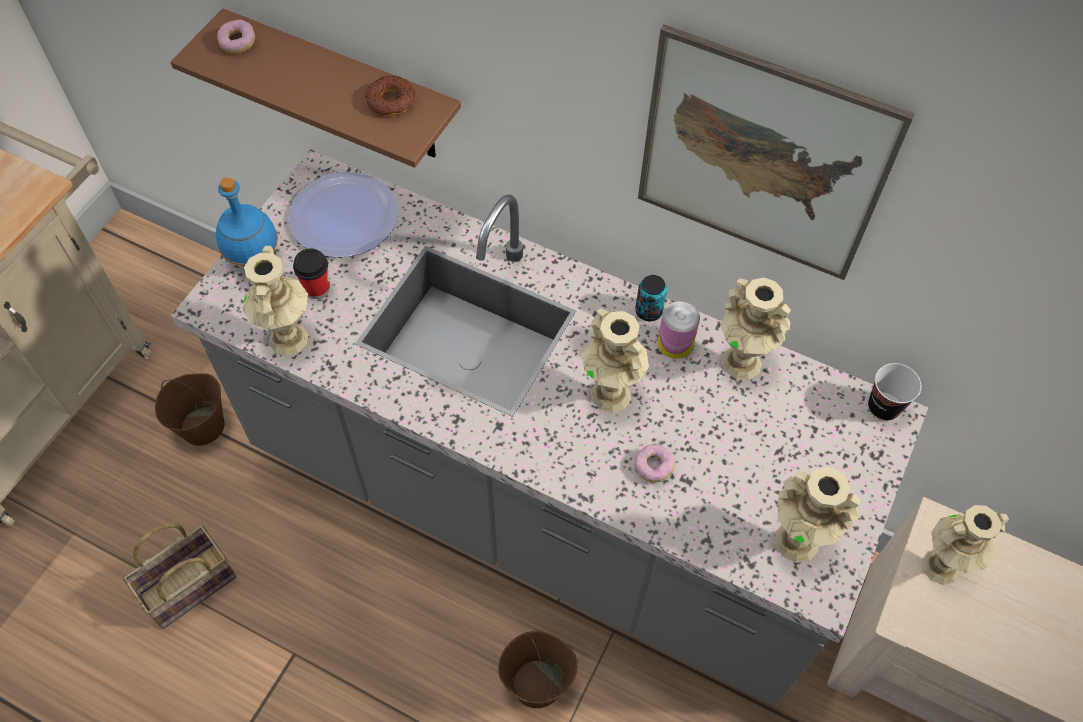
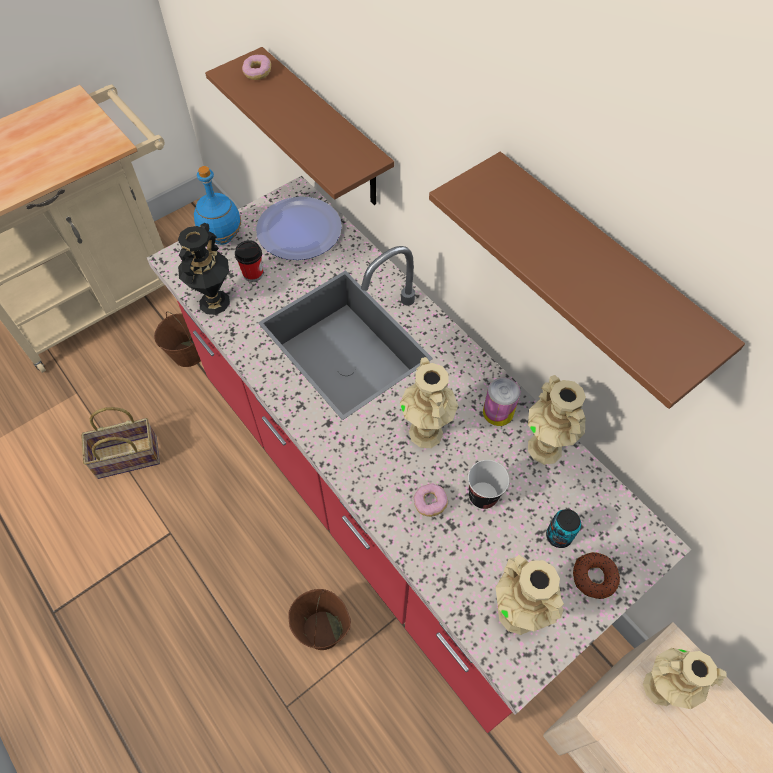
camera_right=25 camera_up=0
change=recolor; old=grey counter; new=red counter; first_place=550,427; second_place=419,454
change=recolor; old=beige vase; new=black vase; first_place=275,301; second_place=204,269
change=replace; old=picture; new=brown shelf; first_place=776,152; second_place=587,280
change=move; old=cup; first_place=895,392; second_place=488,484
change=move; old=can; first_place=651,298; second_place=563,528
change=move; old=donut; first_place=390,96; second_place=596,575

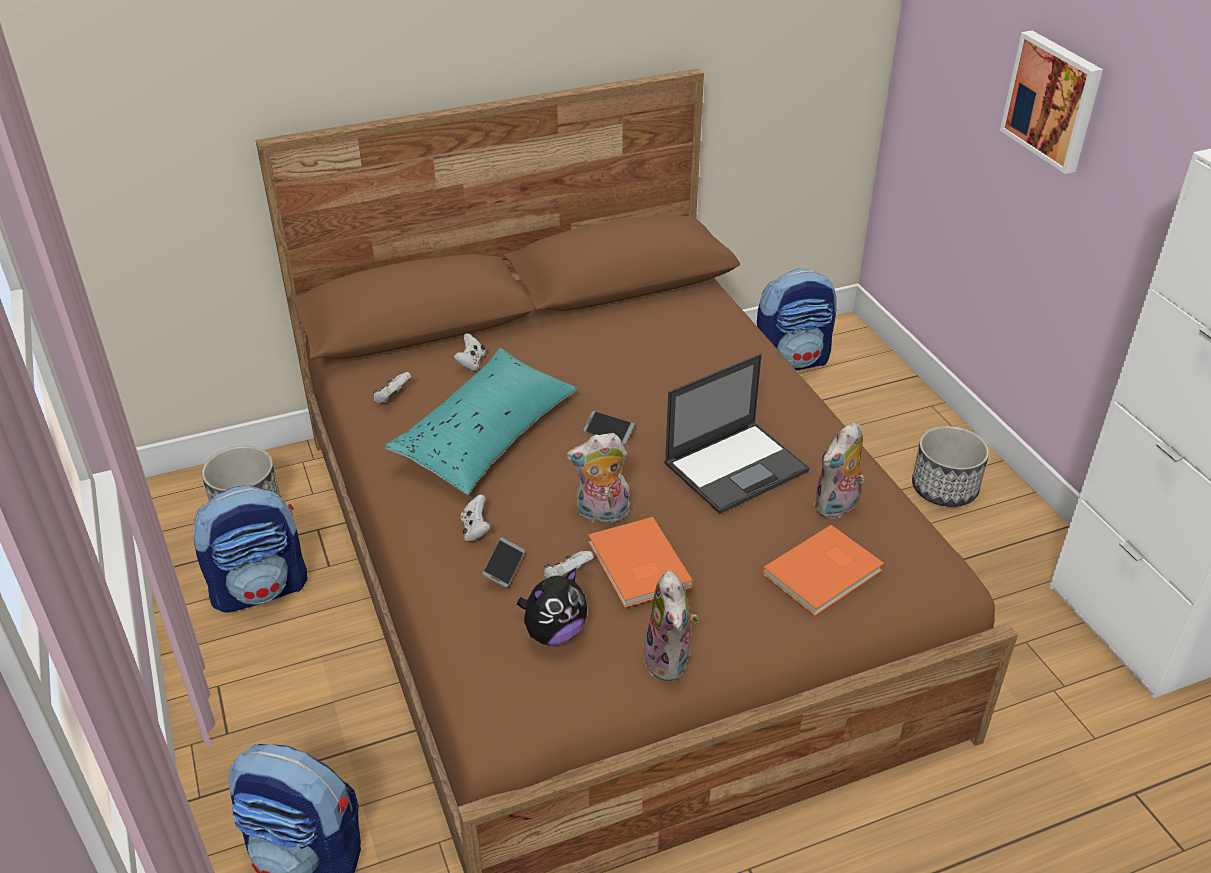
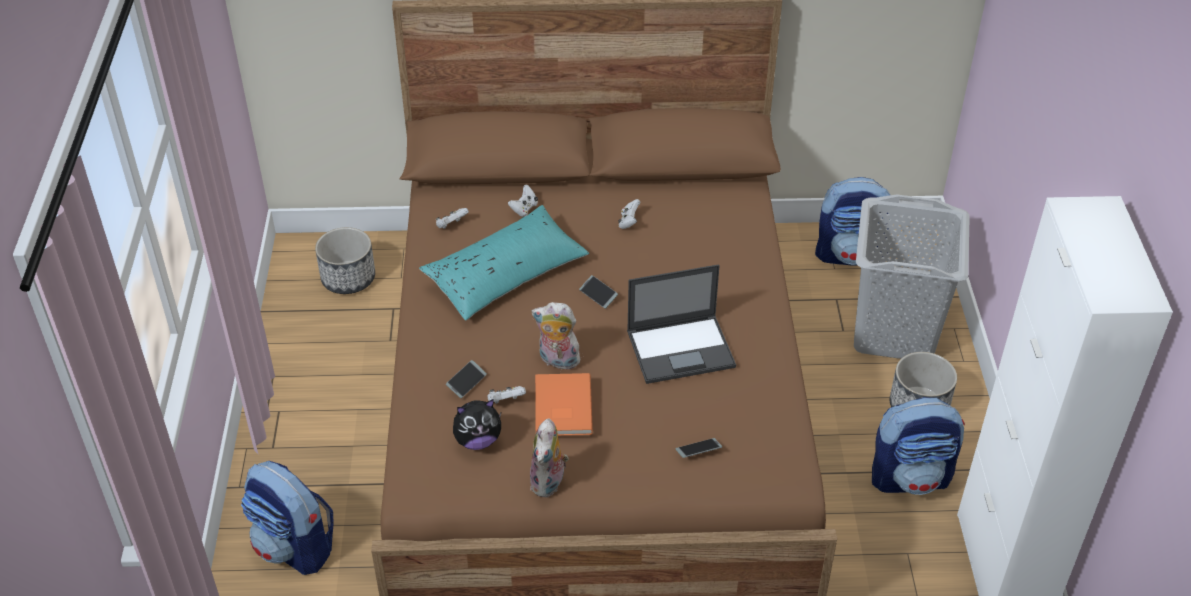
camera_right=20 camera_up=5
change=move; old=white game controller; first_place=476,518; second_place=629,214
change=replace; old=orange book; new=phone; first_place=823,570; second_place=699,448
change=insert; new=grey laundry basket; second_place=912,276
change=move; old=backpack; first_place=250,549; second_place=918,446
change=delete; old=plush toy; first_place=841,470
change=delete; old=picture; first_place=1051,102

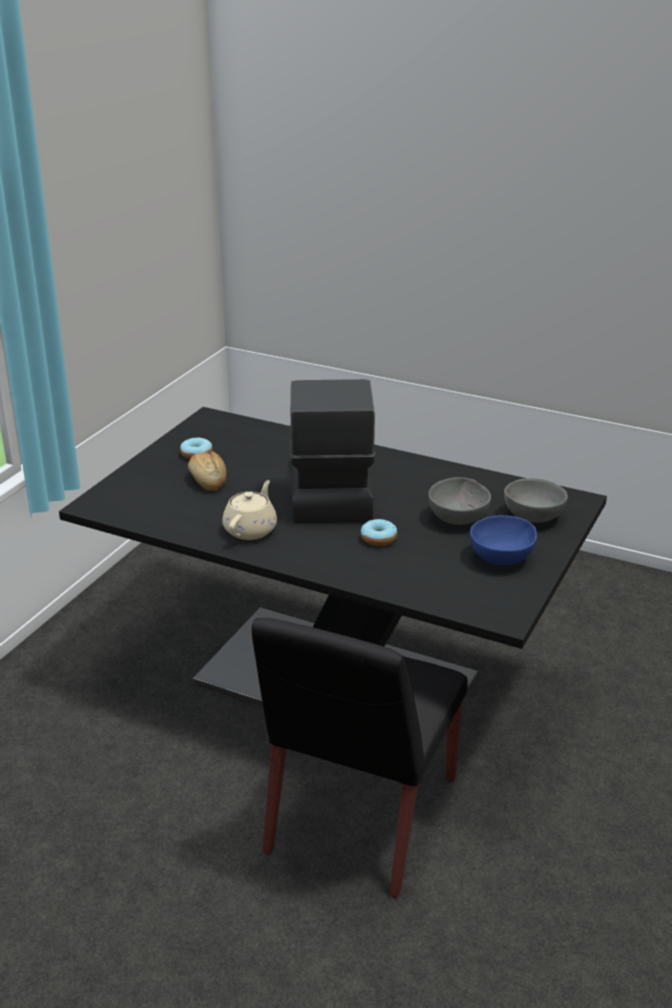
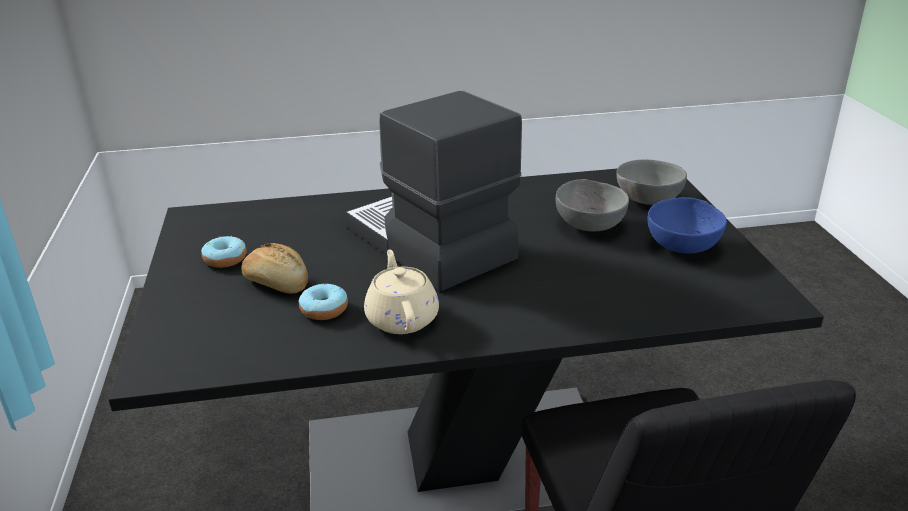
camera_right=-35 camera_up=0
change=move; old=donut; first_place=379,532; second_place=323,302

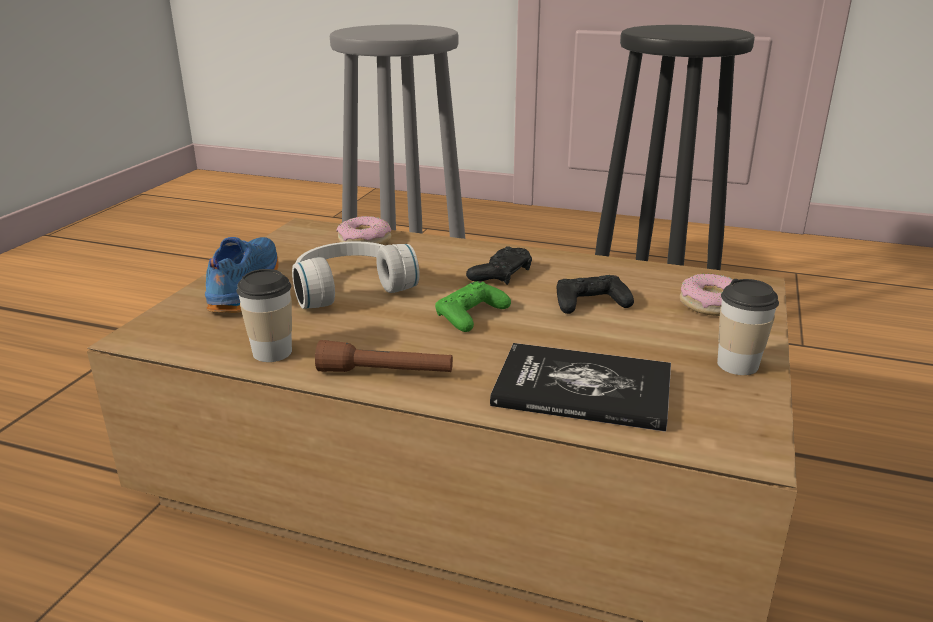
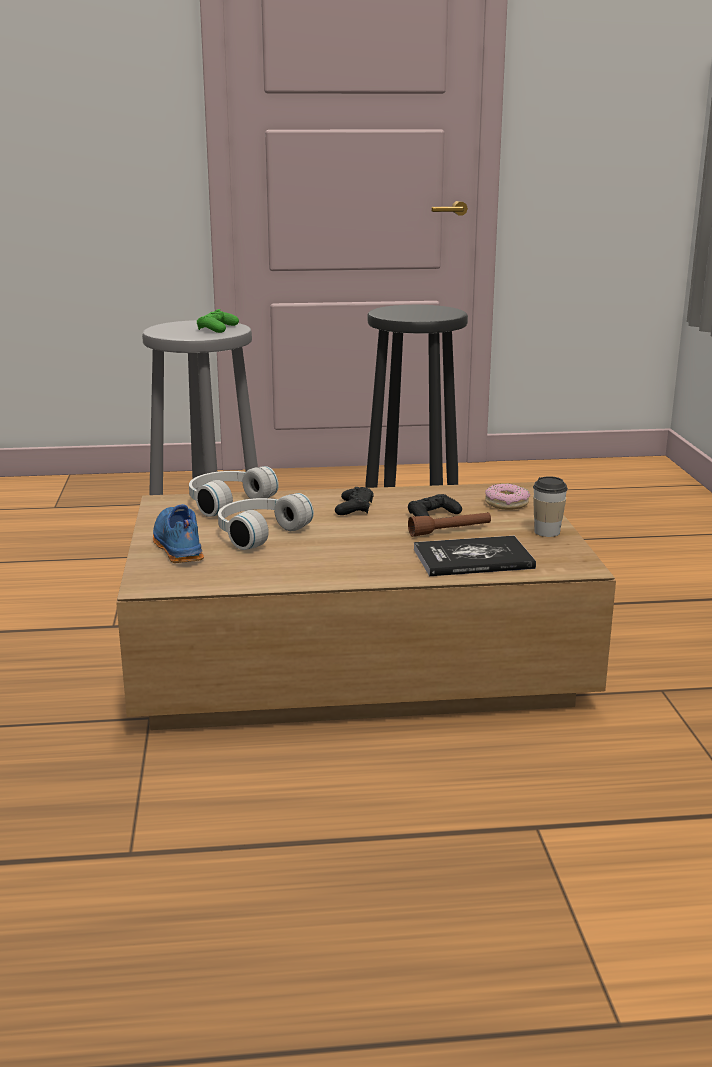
camera_right=-25 camera_up=-5
change=replace; old=donut; new=white headphones; first_place=363,230; second_place=234,491
change=move; old=green game controller; first_place=473,306; second_place=218,321
change=move; old=brown flashlight; first_place=384,356; second_place=449,524
change=delete; old=cup; first_place=264,315

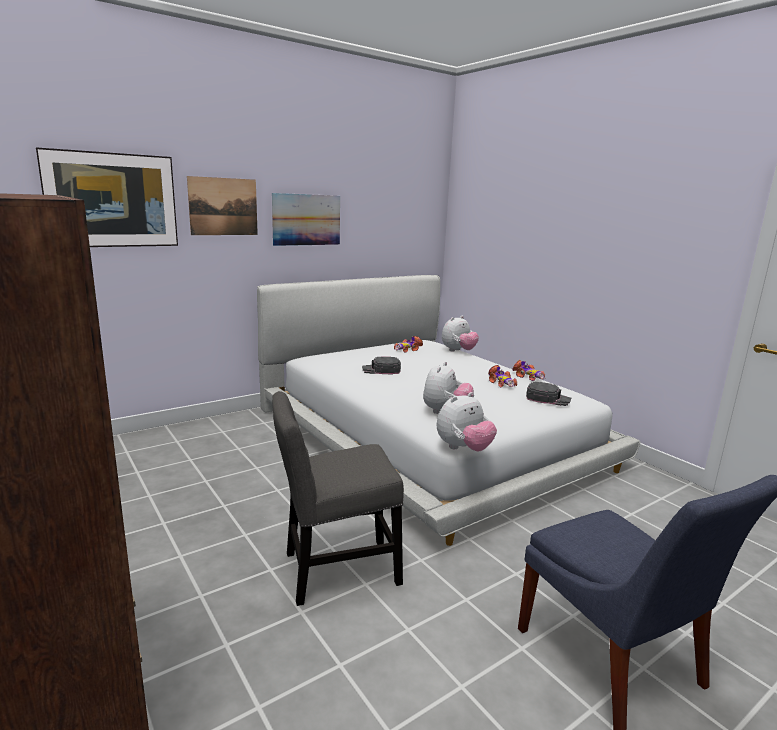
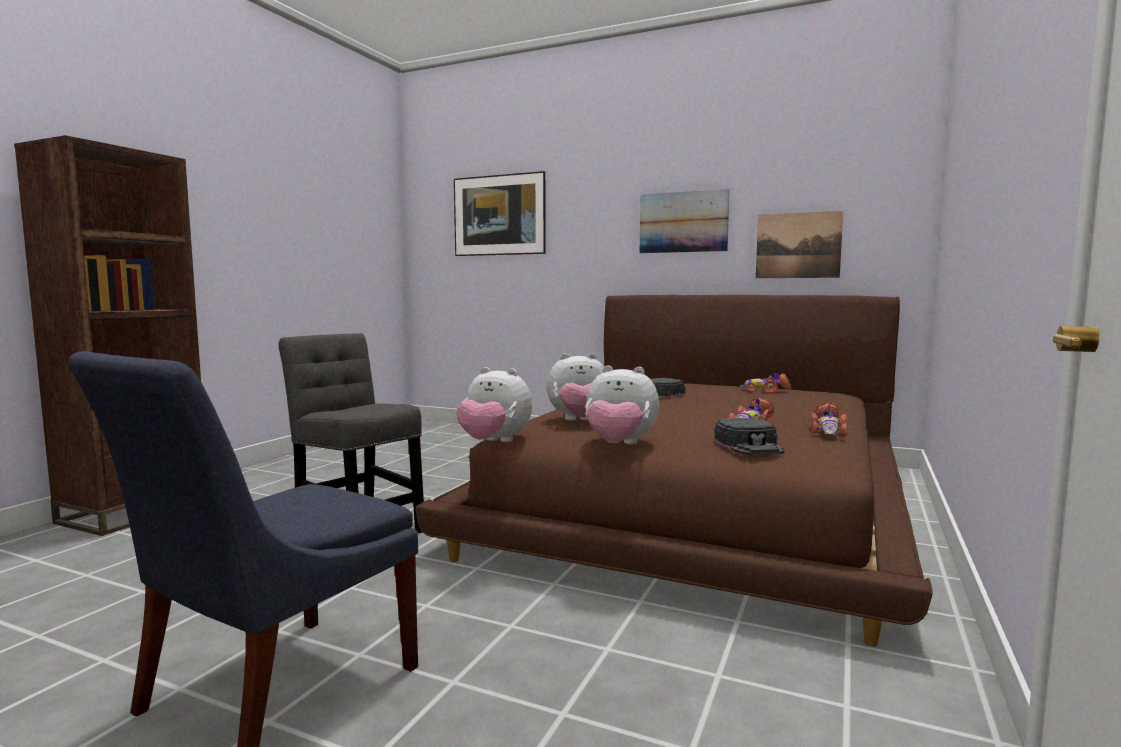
camera_right=60 camera_up=-10
change=recolor; old=white bed; new=brown bed; first_place=448,410; second_place=674,471
change=move; old=plush toy; first_place=460,333; second_place=622,404
change=move; old=picture; first_place=222,205; second_place=799,244

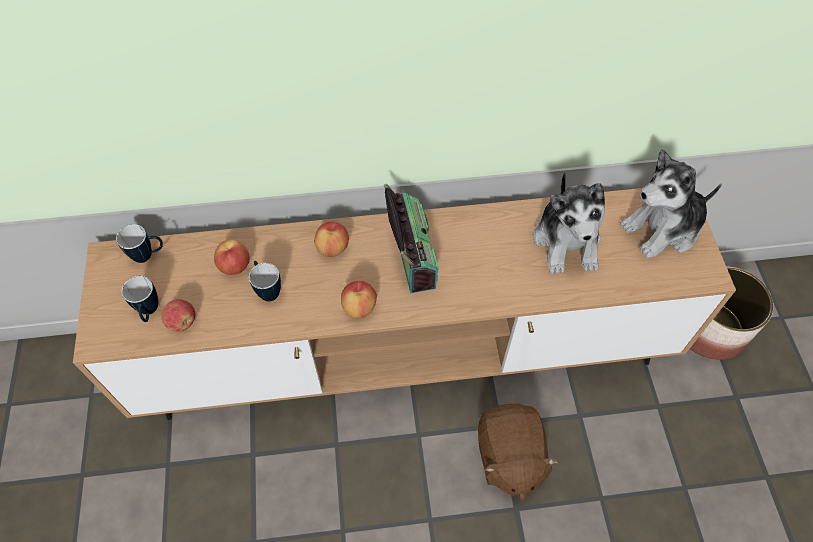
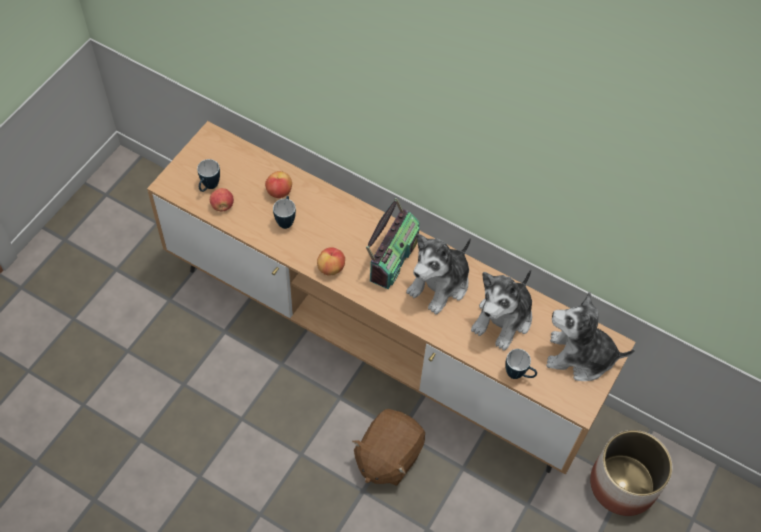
camera_right=35 camera_up=0
change=insert; new=plush toy; second_place=438,274
change=move; old=mug; first_place=139,243; second_place=521,364
change=delete; old=apple; first_place=331,239

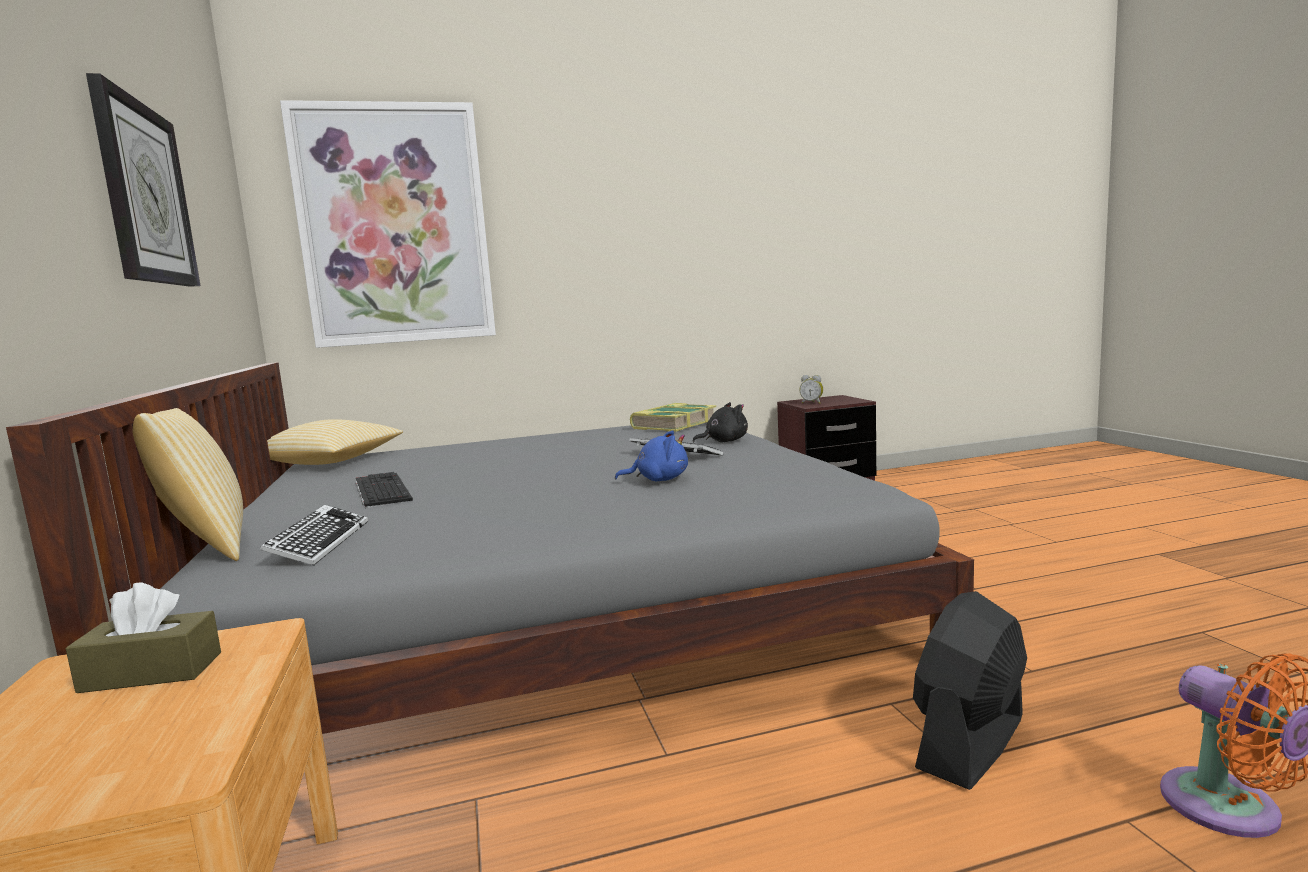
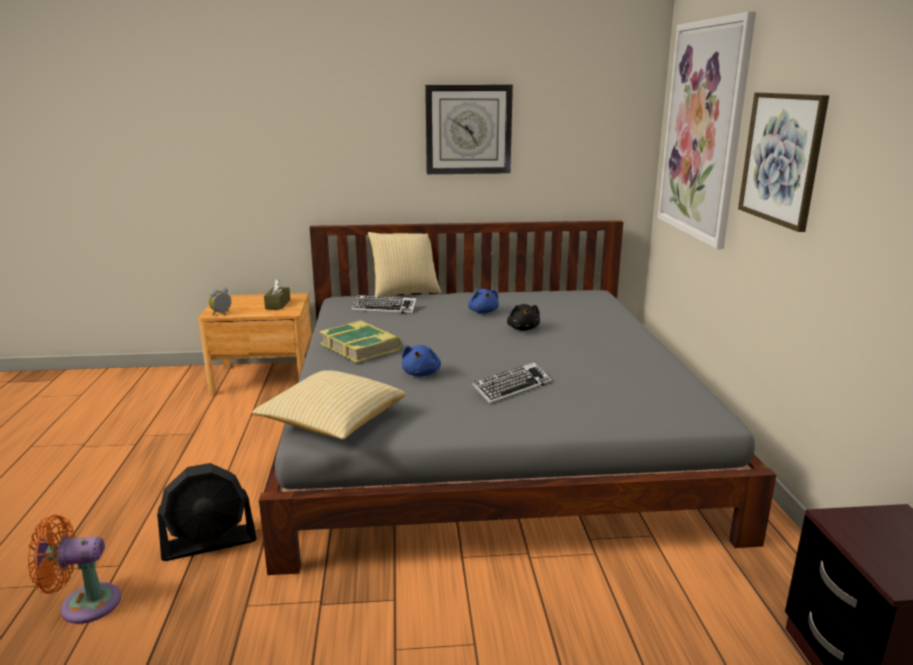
camera_right=100 camera_up=10
change=rotate; old=black fan; first_place=970,690; second_place=207,512; degrees=105
change=move; old=alarm clock; first_place=811,389; second_place=220,301
change=move; old=pillow; first_place=335,442; second_place=329,404
change=move; old=book; first_place=673,417; second_place=360,341
change=replace; old=keyboard; new=blue plush toy; first_place=384,490; second_place=483,301
change=move; old=black plush toy; first_place=720,422; second_place=523,317
change=insert; new=picture; second_place=783,162

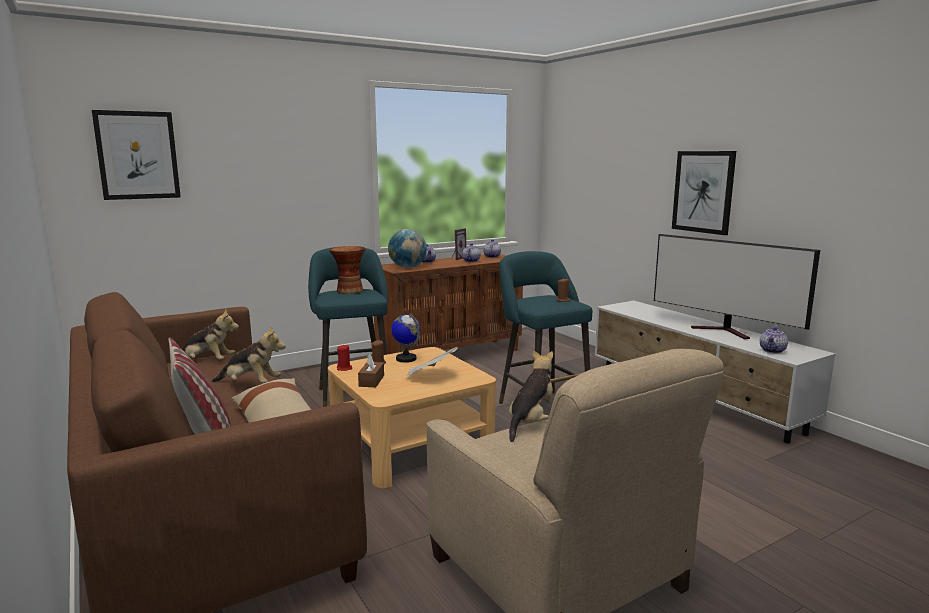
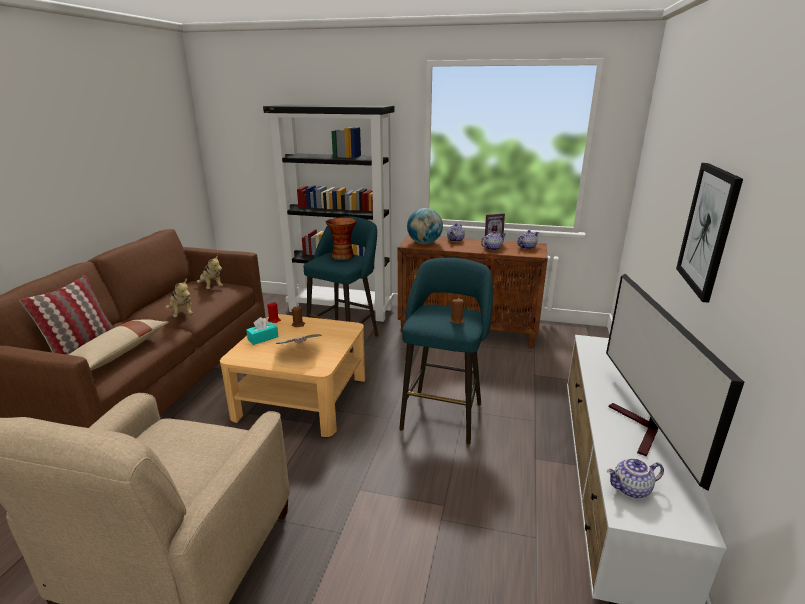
camera_right=45 camera_up=10
change=recolor; old=brown tissue box; new=turquoise tissue box; first_place=371,370; second_place=262,331
change=insert; new=black bookcase; second_place=329,213
change=delete; old=picture; first_place=136,155
change=delete; old=globe; first_place=405,338
change=delete; old=plush toy; first_place=531,396

